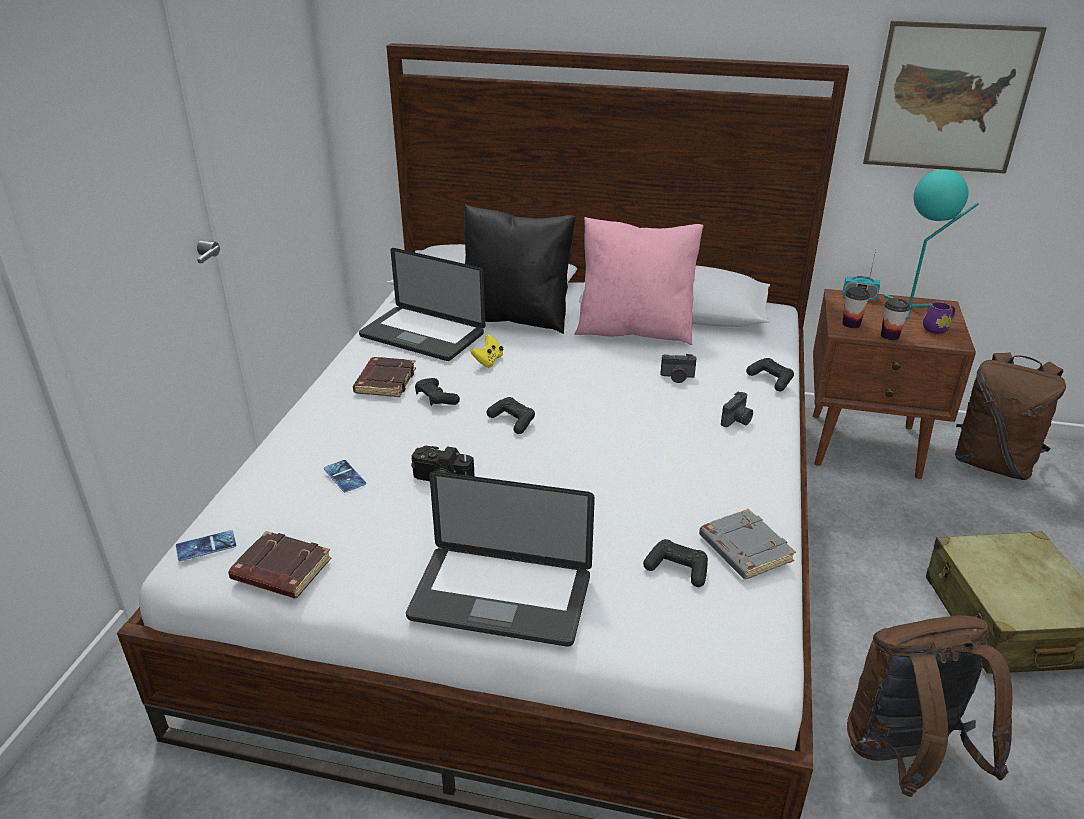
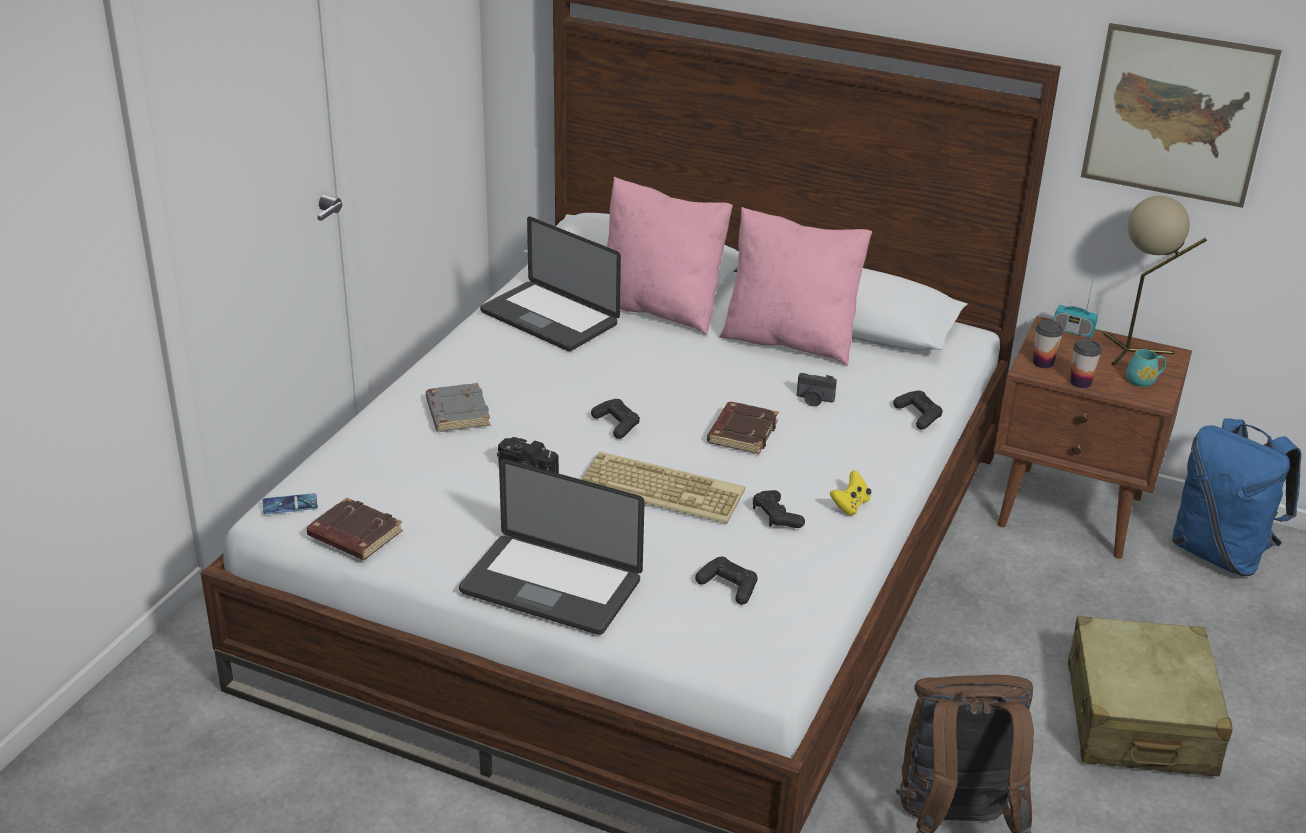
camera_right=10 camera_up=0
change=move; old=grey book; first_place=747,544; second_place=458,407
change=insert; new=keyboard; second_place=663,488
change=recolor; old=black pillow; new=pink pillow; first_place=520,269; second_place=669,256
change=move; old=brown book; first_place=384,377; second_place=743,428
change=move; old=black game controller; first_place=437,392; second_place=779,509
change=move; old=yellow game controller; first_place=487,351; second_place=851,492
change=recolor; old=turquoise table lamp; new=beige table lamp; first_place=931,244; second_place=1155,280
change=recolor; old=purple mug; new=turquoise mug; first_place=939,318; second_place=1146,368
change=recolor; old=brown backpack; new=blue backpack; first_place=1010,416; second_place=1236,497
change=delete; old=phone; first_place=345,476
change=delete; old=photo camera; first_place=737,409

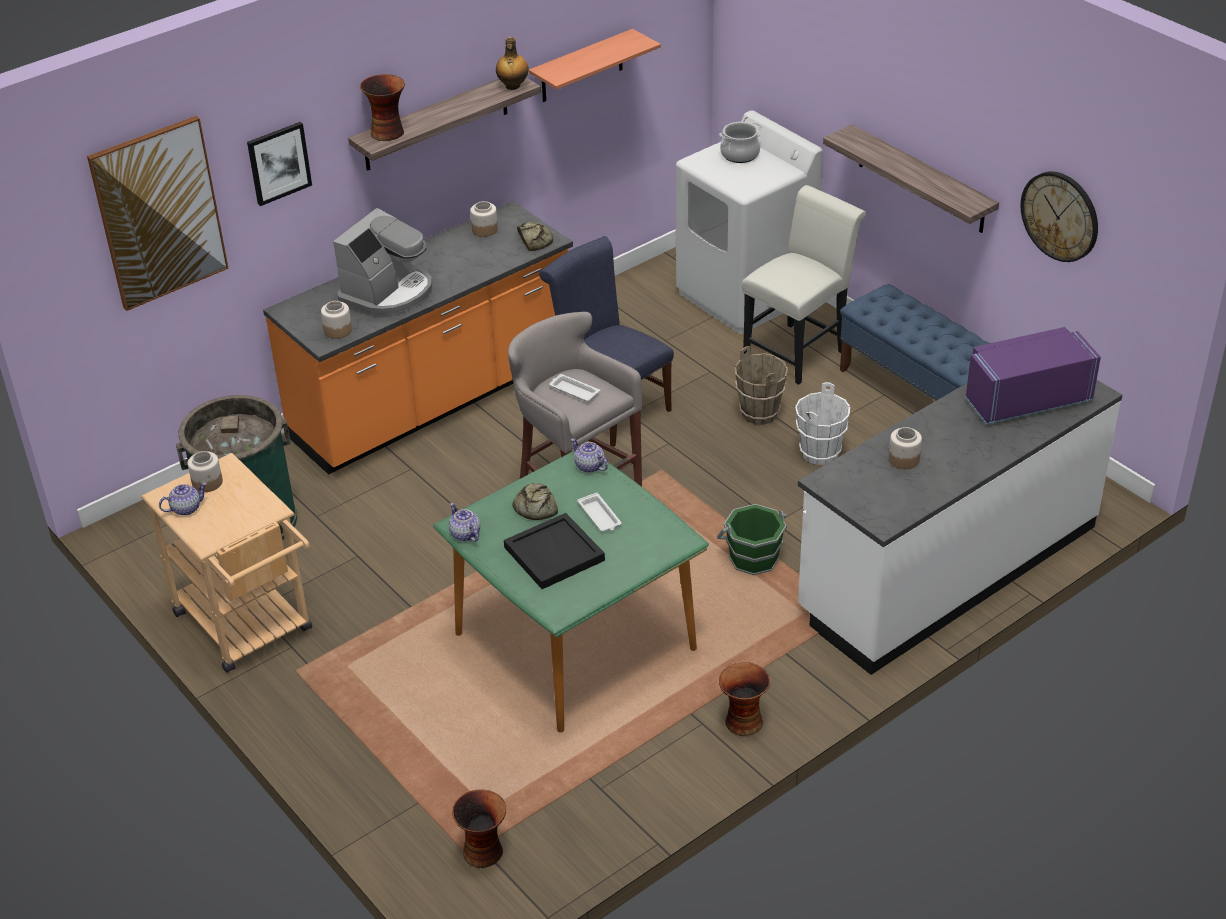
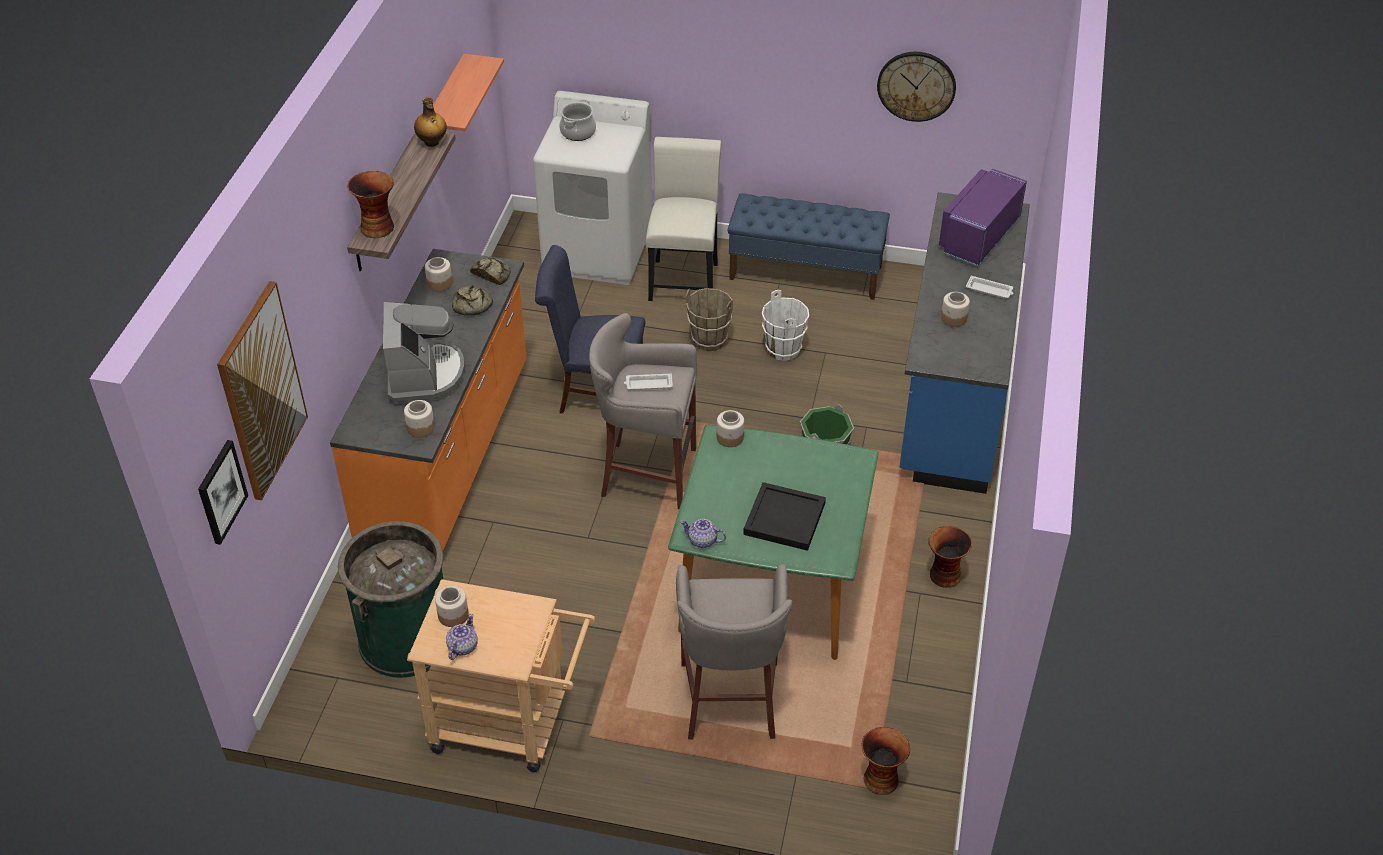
camera_right=-40 camera_up=5
change=move; old=picture; first_place=279,164; second_place=223,492
change=move; old=bread; first_place=535,501; second_place=472,300
change=insert; new=grey stool; second_place=734,652
change=replace; old=teapot; new=jar; first_place=589,455; second_place=730,428
change=recolor; old=white counter; new=blue counter; first_place=960,527; second_place=965,343
change=move; old=white tray; first_place=599,512; second_place=989,287
change=delete; old=shelf; first_place=911,179

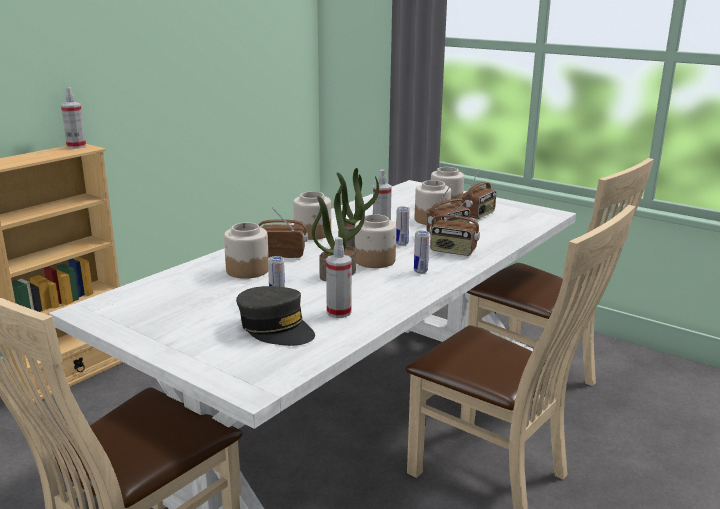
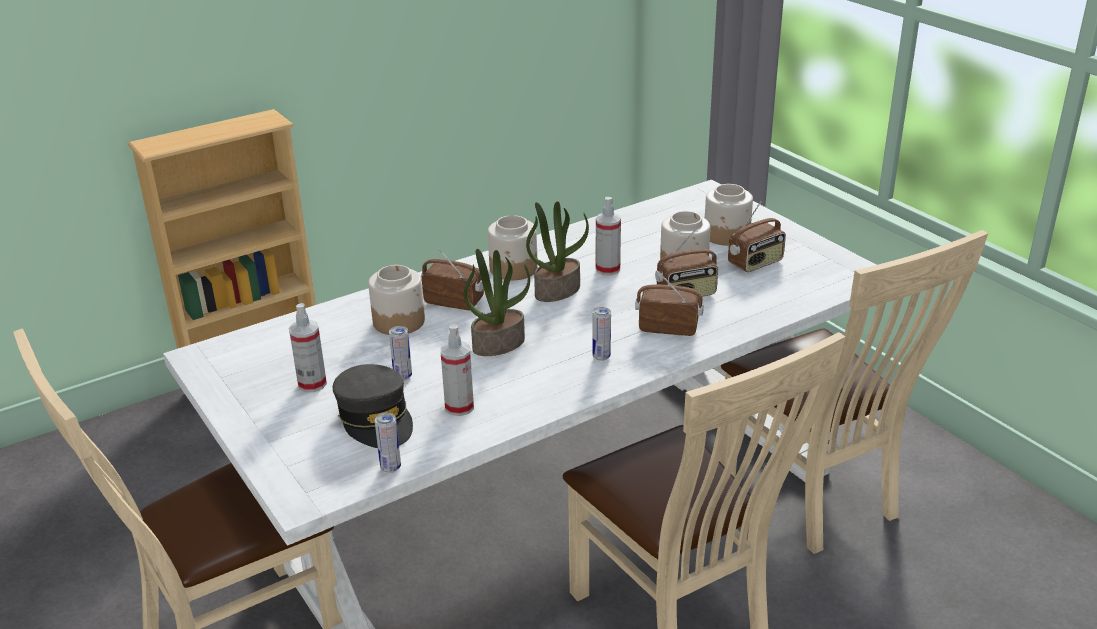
camera_right=20 camera_up=10
change=move; old=spray bottle; first_place=73,118; second_place=308,347
change=move; old=can; first_place=403,226; second_place=388,443
change=rotate; old=radio; first_place=454,228; second_place=669,304; degrees=150
change=delete; old=jar; first_place=375,241

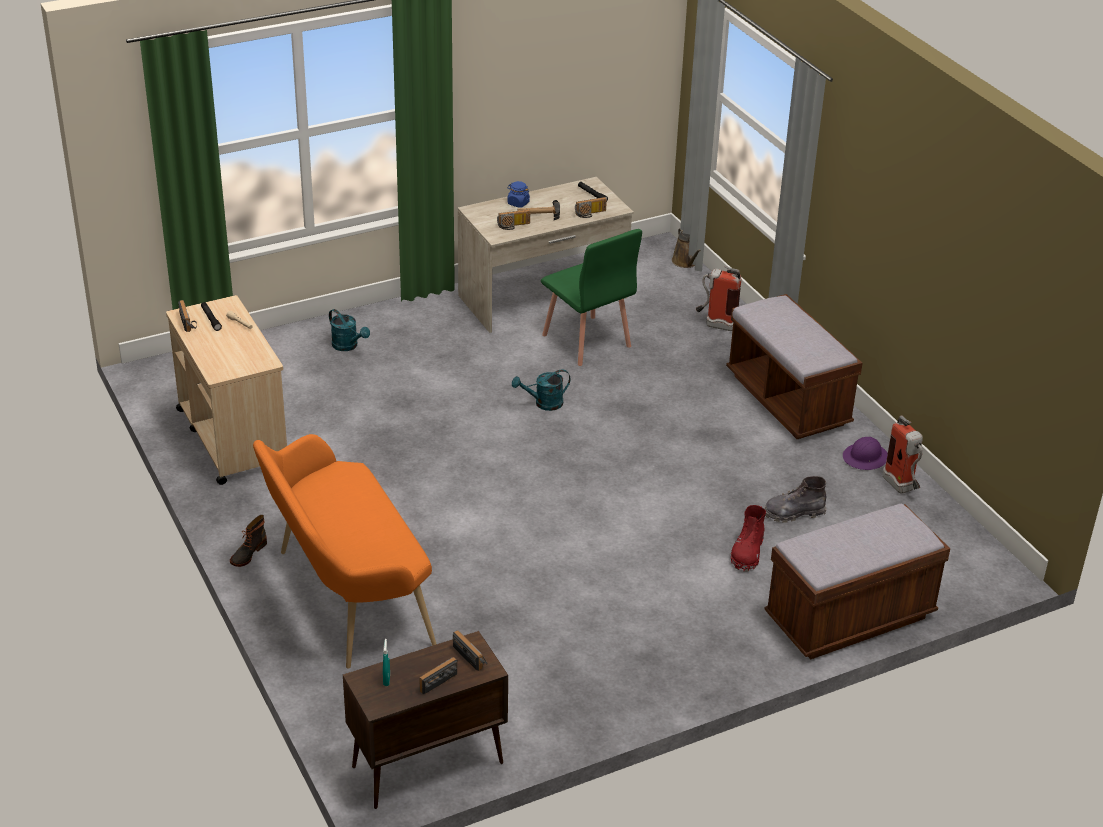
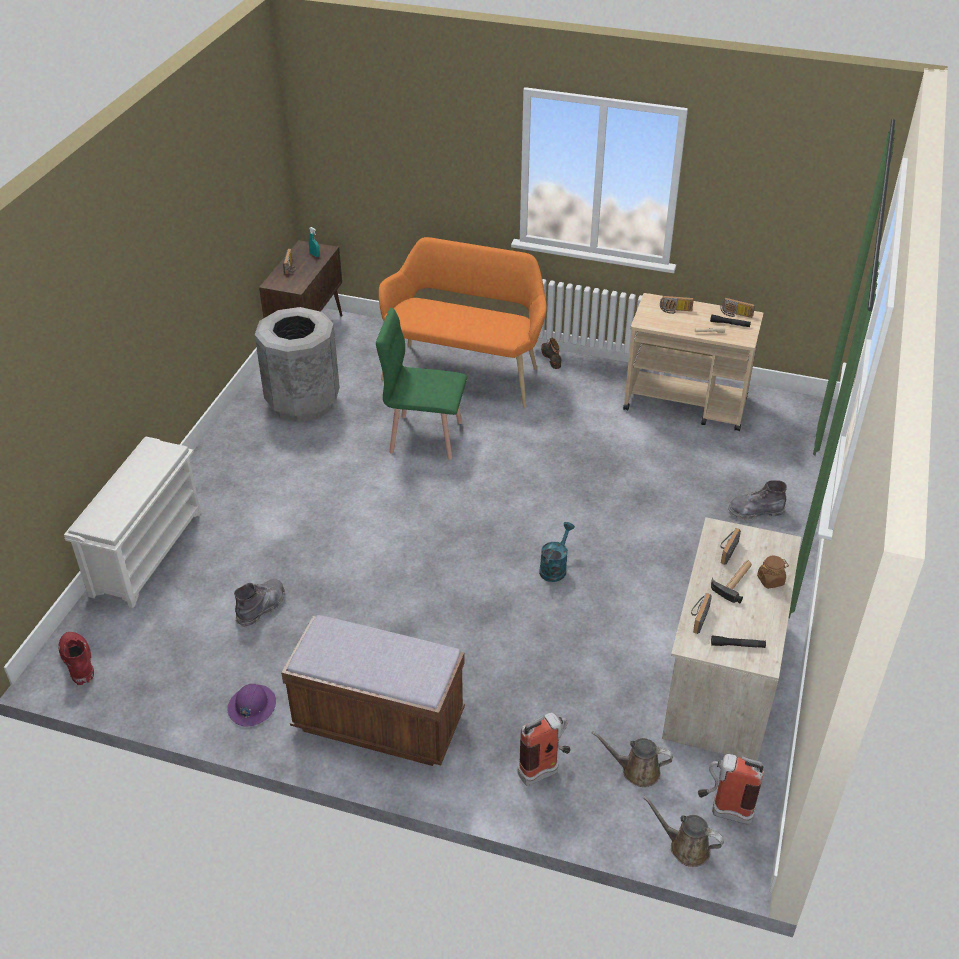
camera_right=135 camera_up=5
change=move; old=red boot; first_place=748,538; second_place=76,659
change=replace; old=brown bench; new=white shoe rack; first_place=857,582; second_place=132,522
change=insert; new=grey trash can; second_place=297,364
change=move; old=green chair; first_place=591,297; second_place=421,384
change=insert; new=brown watering can; second_place=632,759
change=move; old=radio; first_place=470,650; second_place=677,305
change=move; old=fire extinguisher; first_place=902,454; second_place=731,789
change=replace; old=turquoise watering can; new=grey boot; first_place=349,330; second_place=757,500
change=recolor; old=blue jar; new=brown jar; first_place=518,194; second_place=773,572

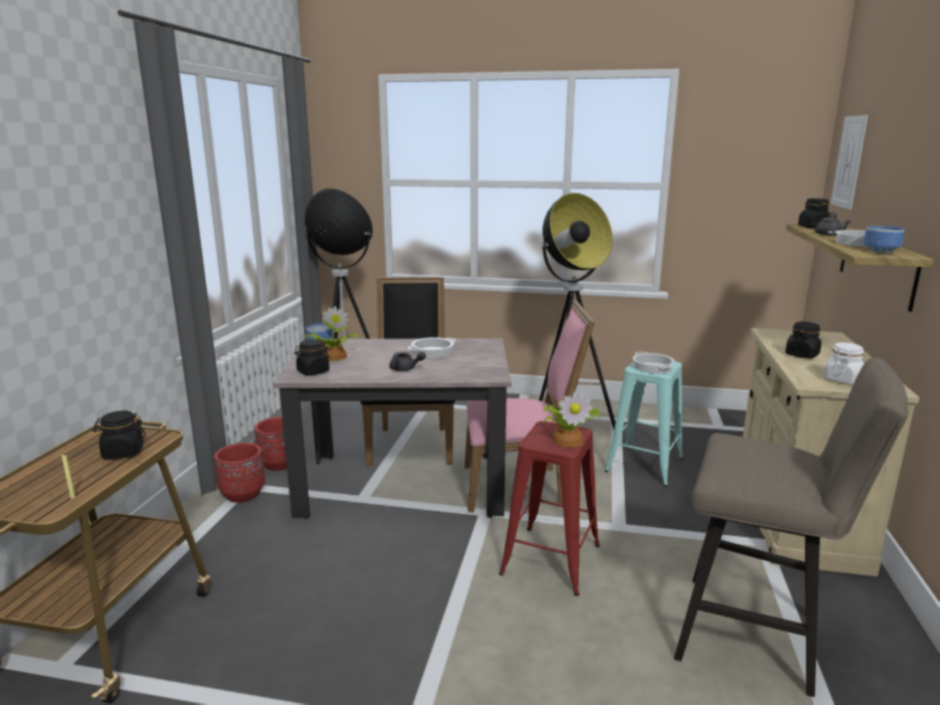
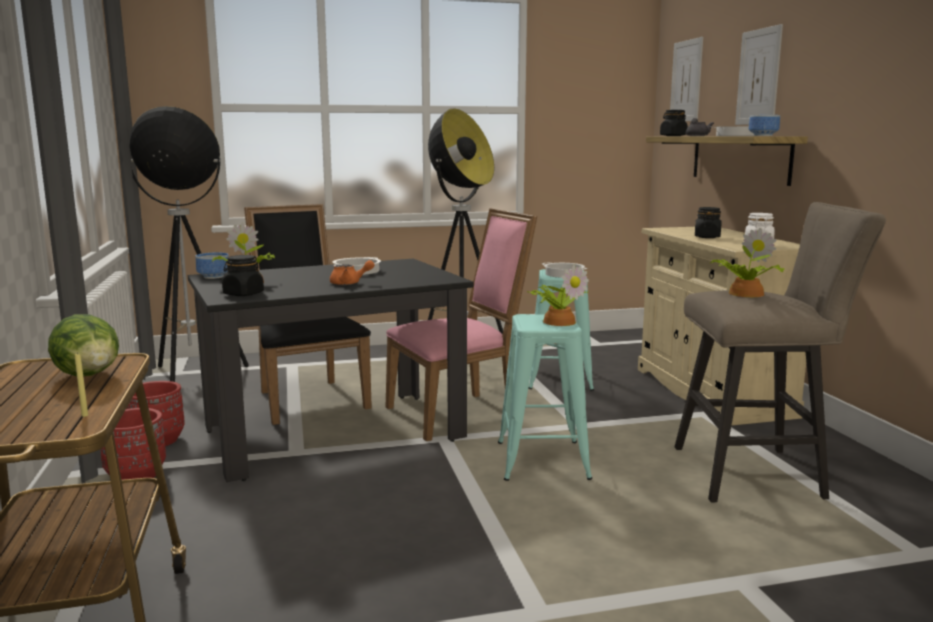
camera_right=-25 camera_up=-5
change=replace; old=black jar; new=lettuce; first_place=119,435; second_place=83,345
change=recolor; old=beige dining table; new=black dining table; first_place=392,428; second_place=330,370
change=recolor; old=grey teapot; new=orange teapot; first_place=407,361; second_place=352,272
change=recolor; old=red stool; new=turquoise stool; first_place=549,508; second_place=545,397
change=insert; new=potted plant; second_place=747,262
change=insert; new=picture; second_place=759,74

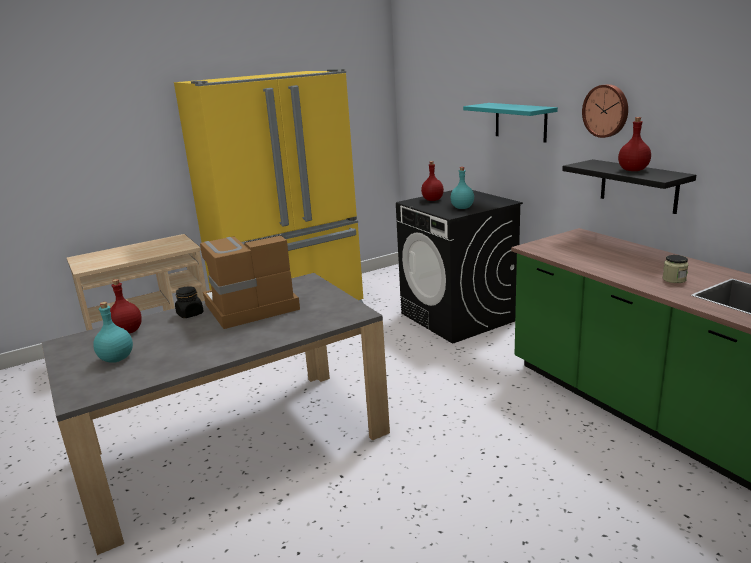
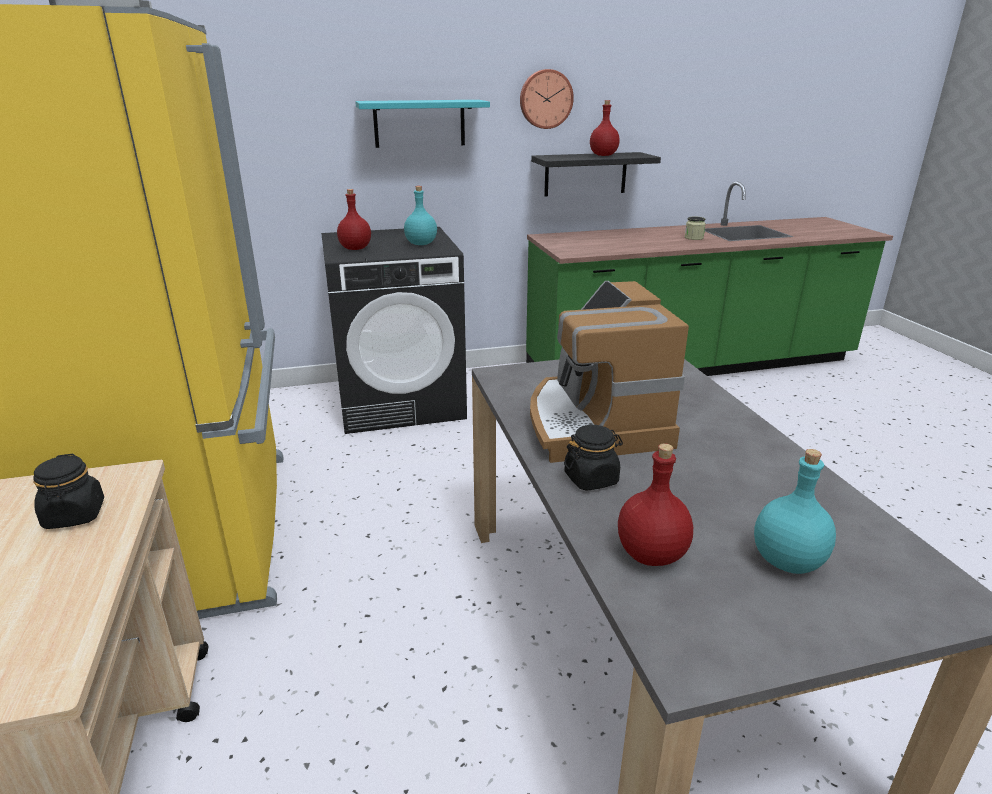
camera_right=-75 camera_up=5
change=insert; new=black jar; second_place=68,491

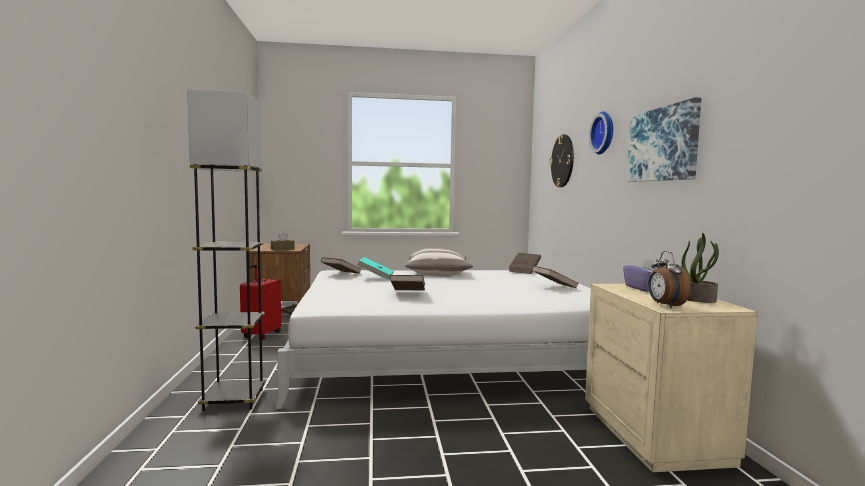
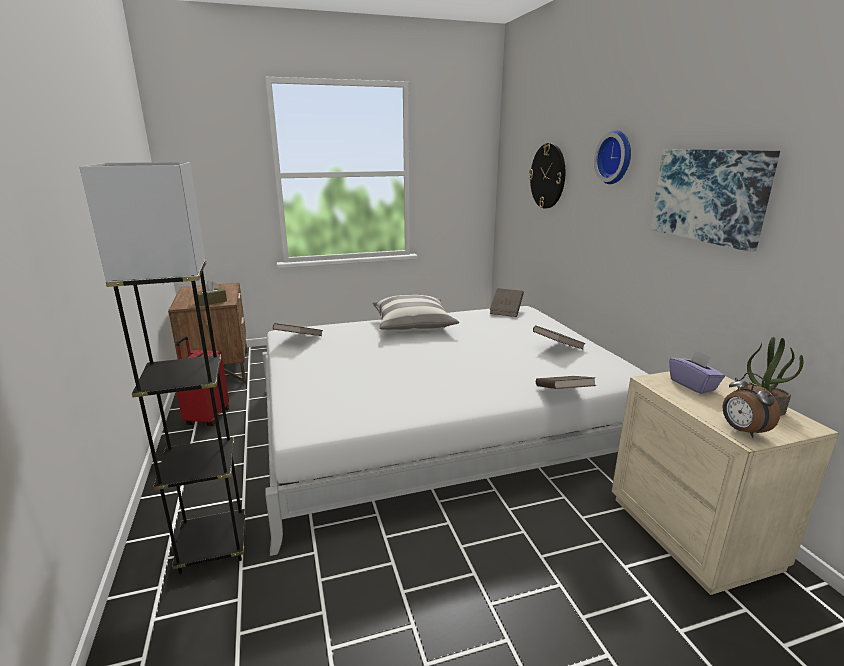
camera_right=-10 camera_up=15
change=move; old=brown book; first_place=407,283; second_place=566,382
change=delete; old=turquoise book; first_place=375,268

